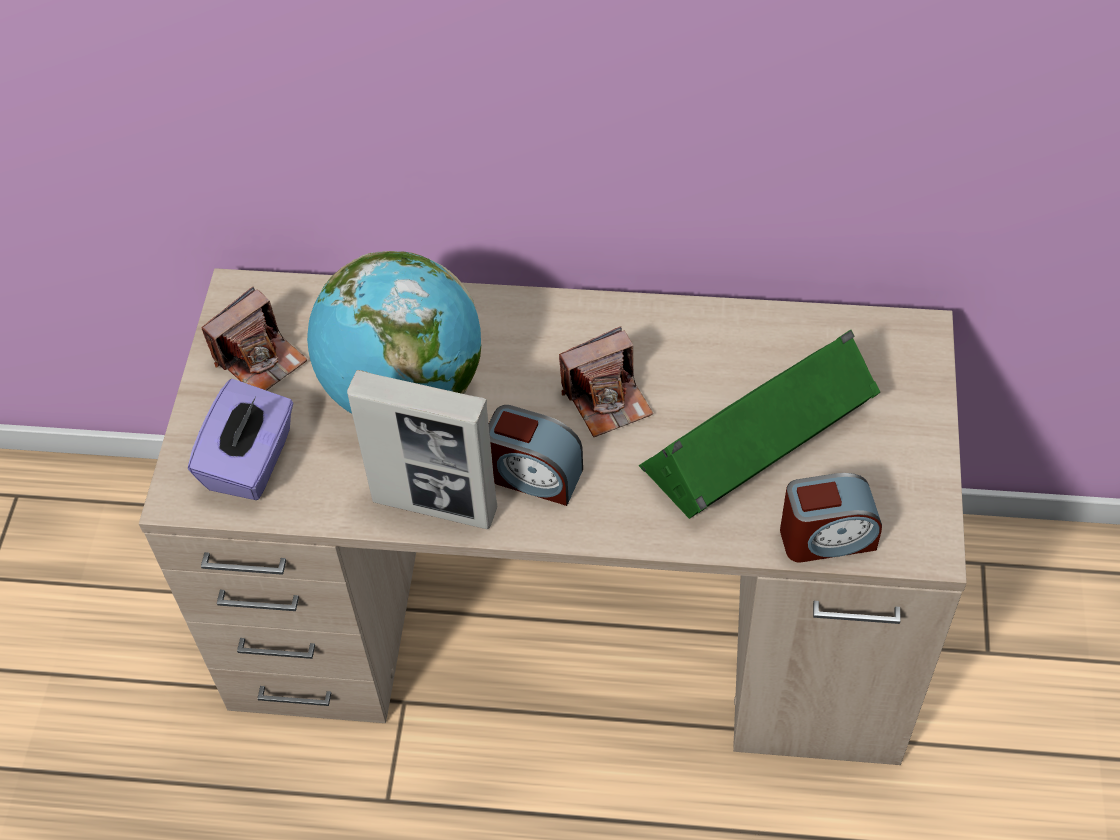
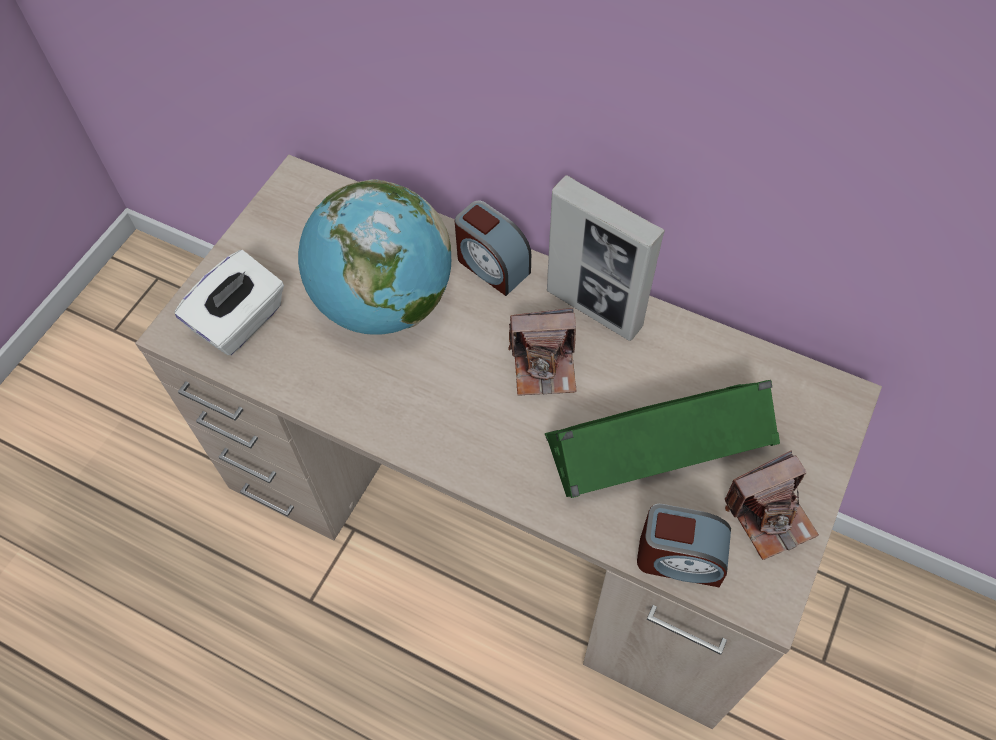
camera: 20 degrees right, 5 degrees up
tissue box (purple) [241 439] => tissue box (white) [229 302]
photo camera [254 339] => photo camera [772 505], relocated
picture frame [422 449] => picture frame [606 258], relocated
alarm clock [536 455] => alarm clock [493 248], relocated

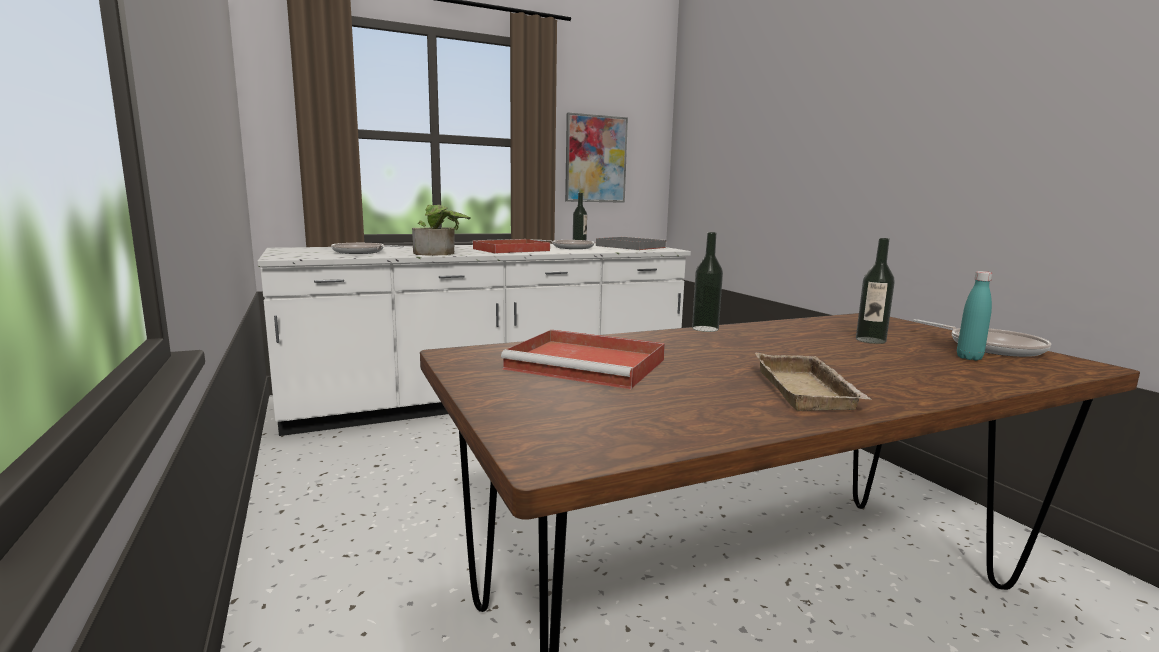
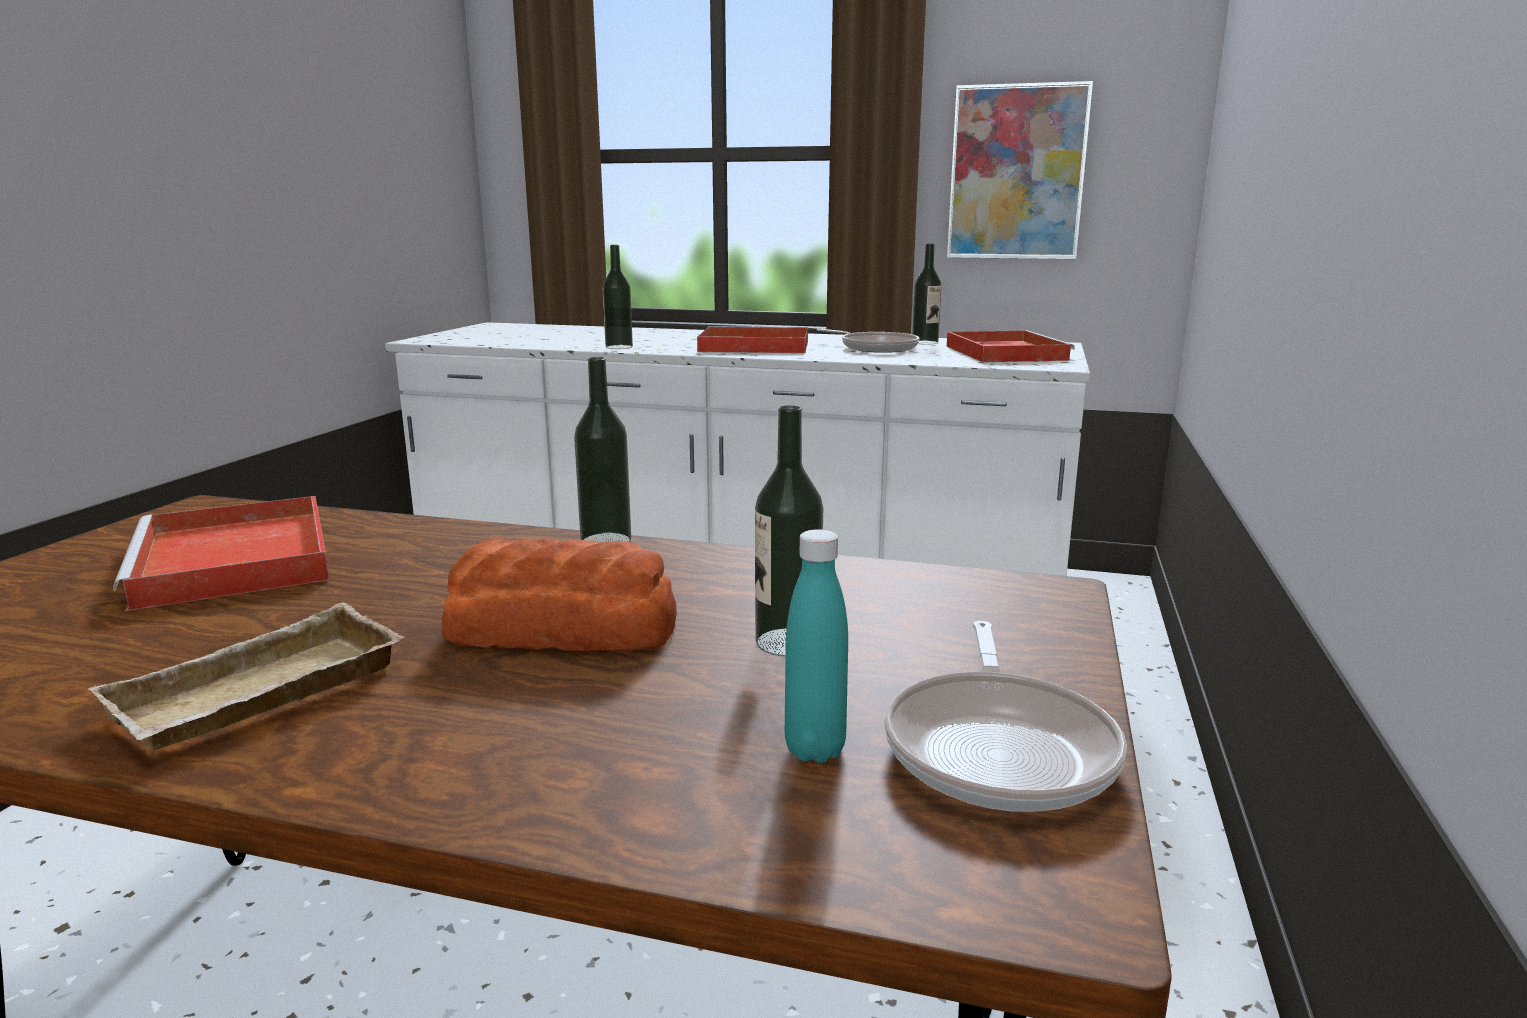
camera: 40 degrees right, 5 degrees up
frying pan [367 248] => nothing
potted plant [441 230] => bottle [618 297]
tray (grey) [631 243] => tray (red) [1011 346]
nothing => bread [559 594]

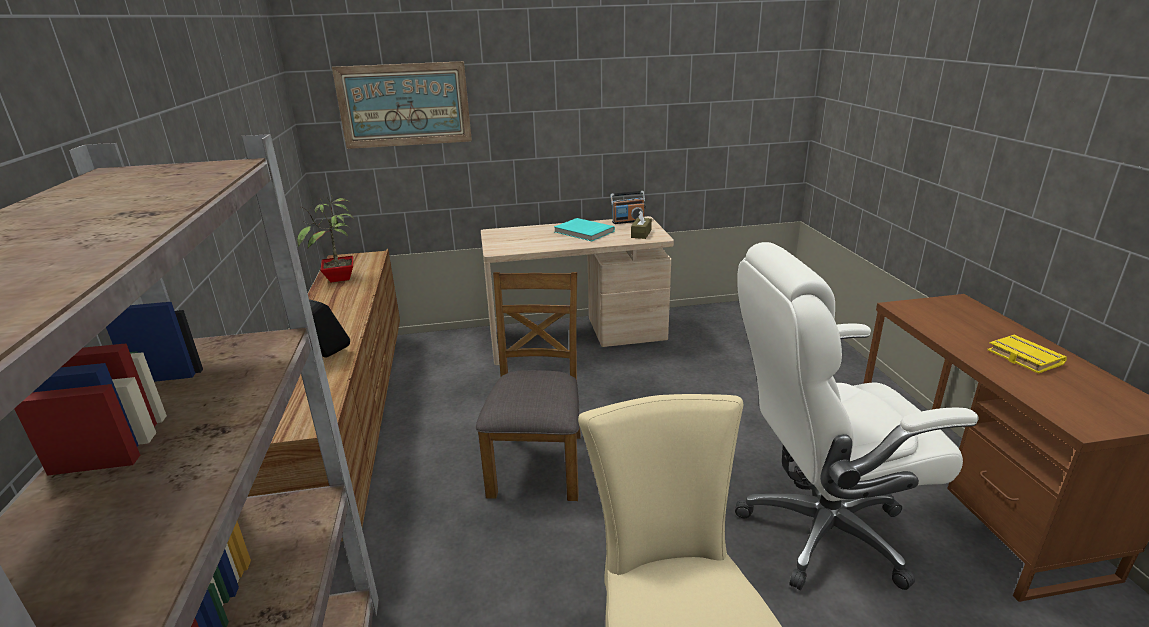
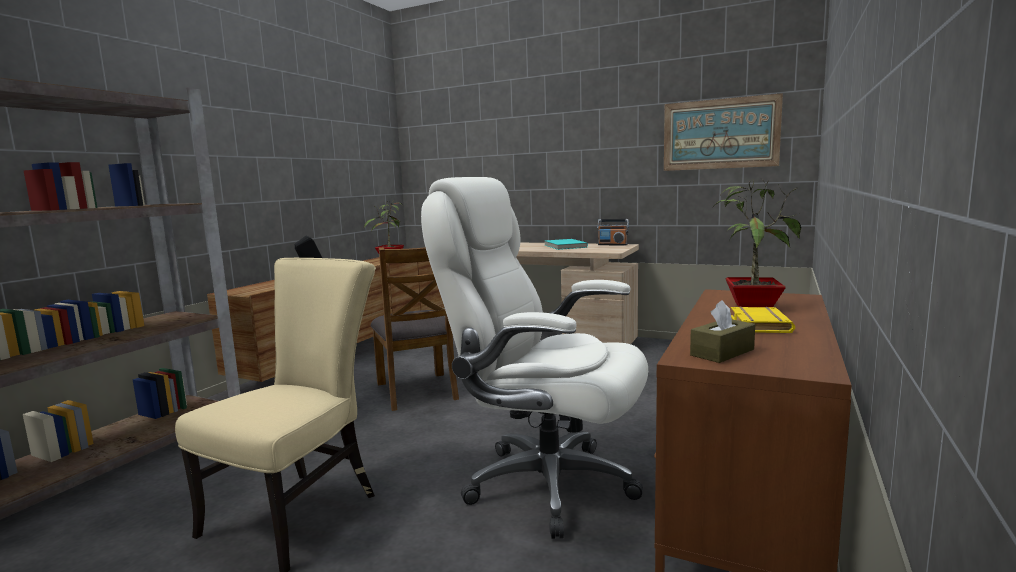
camera: 35 degrees right, 15 degrees down
picture [402 105] => picture [723 132], relocated
chair (brown) [528 386] => chair (brown) [415 329], 120 degrees clockwise
tissue box (brown) [641 224] => tissue box (brown) [722 331], relocated
nothing => potted plant [757 243]

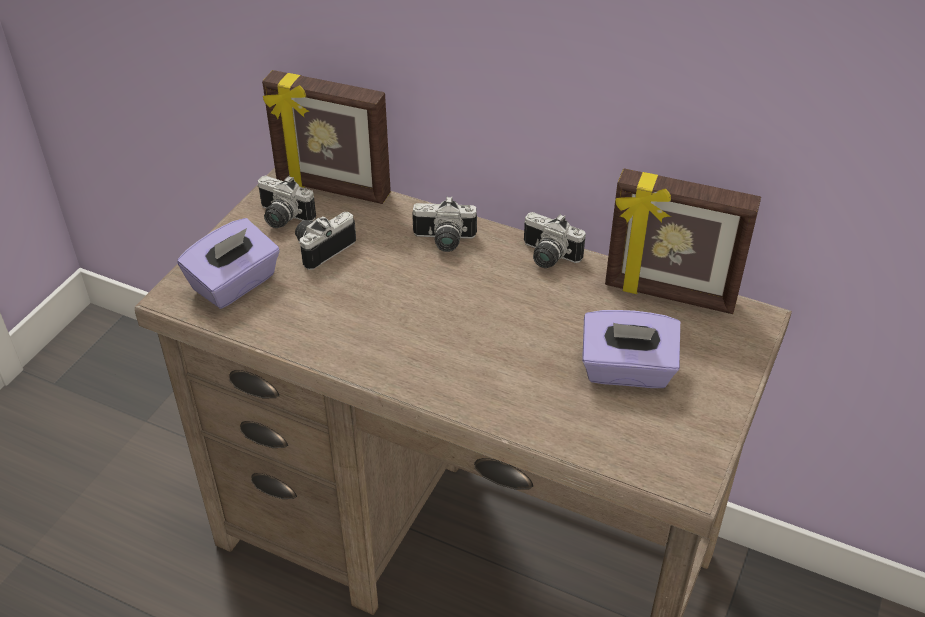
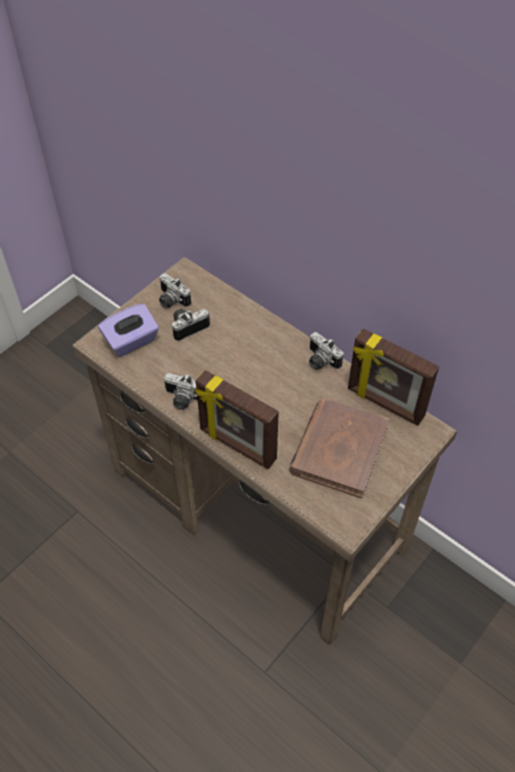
camera: 15 degrees right, 10 degrees up
picture frame [326 137] => picture frame [237 419], relocated
photo camera [444 224] => photo camera [180 391], relocated
tissue box (purple) [631 349] => book (brown) [339 448]

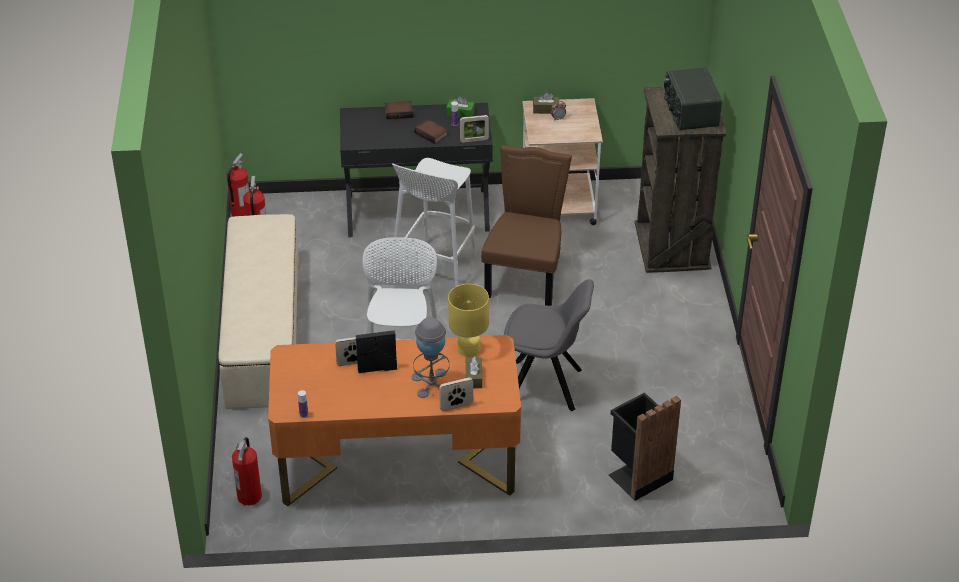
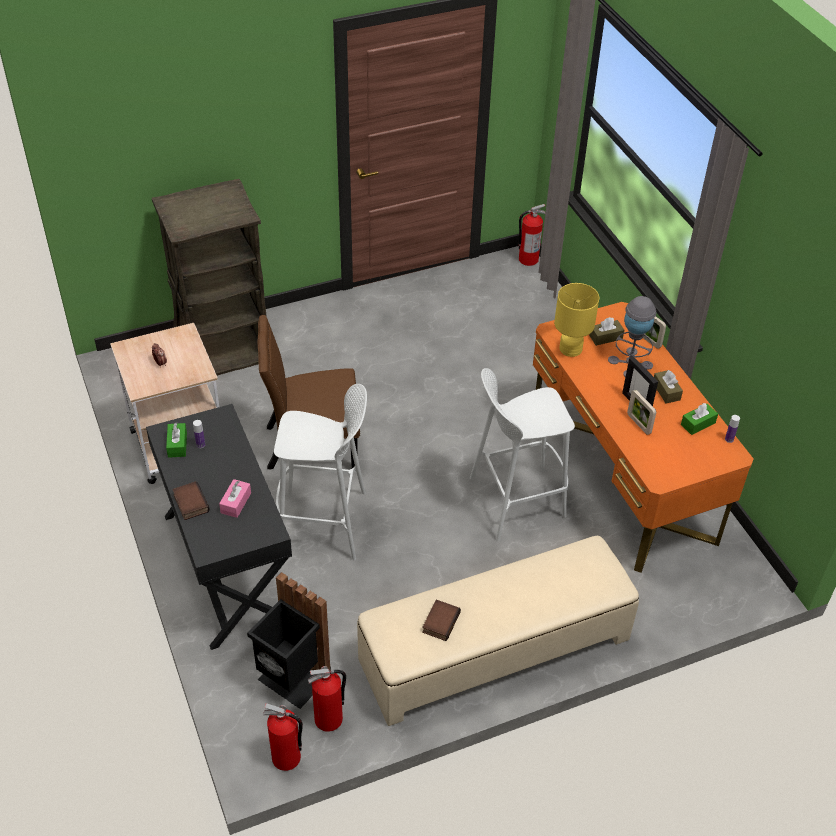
camera: 110 degrees left, 5 degrees up
fire extinguisher [247 471] => fire extinguisher [532 235], relocated
book [431 131] => book [441 620], relocated
picture frame [474 128] => nothing
chair (grey) [549 345] => nothing
tissue box (brown) [546 103] => tissue box (brown) [668 386], relocated
trash can (black) [645 446] => trash can (black) [289 640], relocated
radio [693 98] => nothing
nothing => tissue box (pink) [235 498]
nothing => tissue box (green) [699 419]

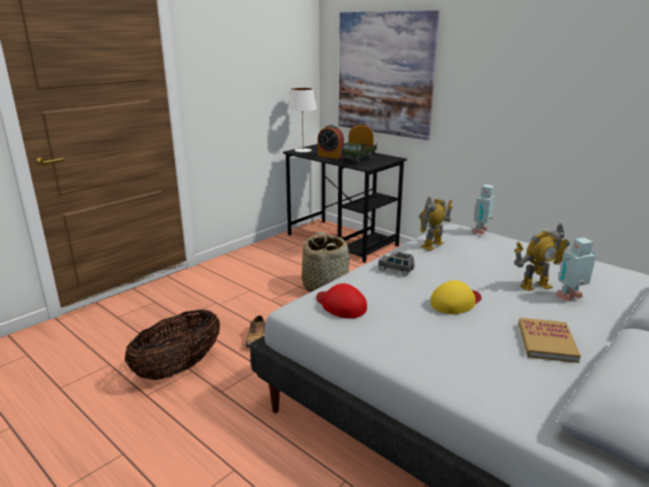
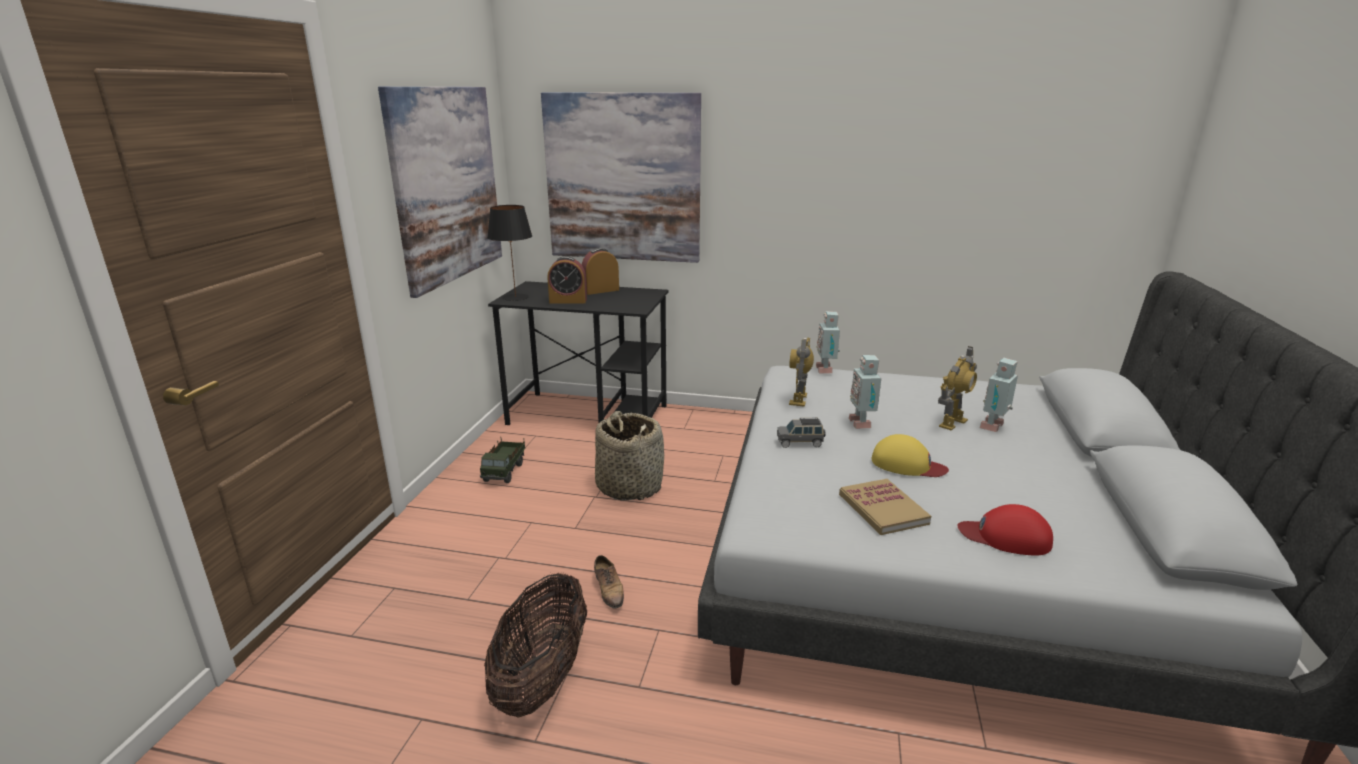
camera: 30 degrees left, 0 degrees up
table lamp (white) [302 120] => table lamp (black) [509 253]
cap (red) [341 301] => cap (red) [1005 529], relocated
toy truck [359 153] => toy truck [502 460], relocated
cap (yellow) [456 297] => cap (yellow) [910 455], 90 degrees clockwise
book [549 340] => book [885 507], relocated
nothing => picture [440 192]
nothing => toy robot [865 392]

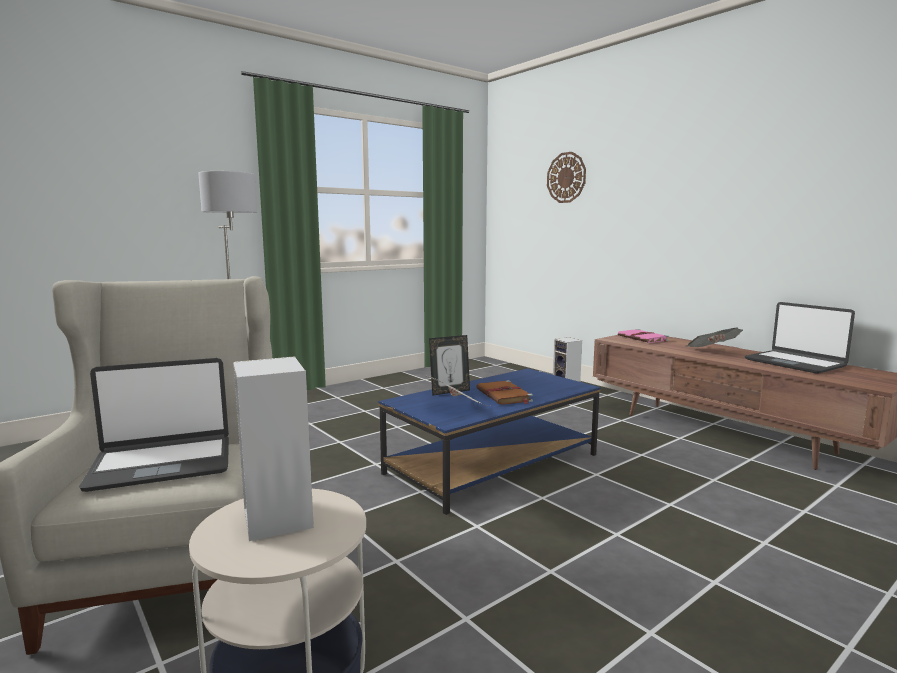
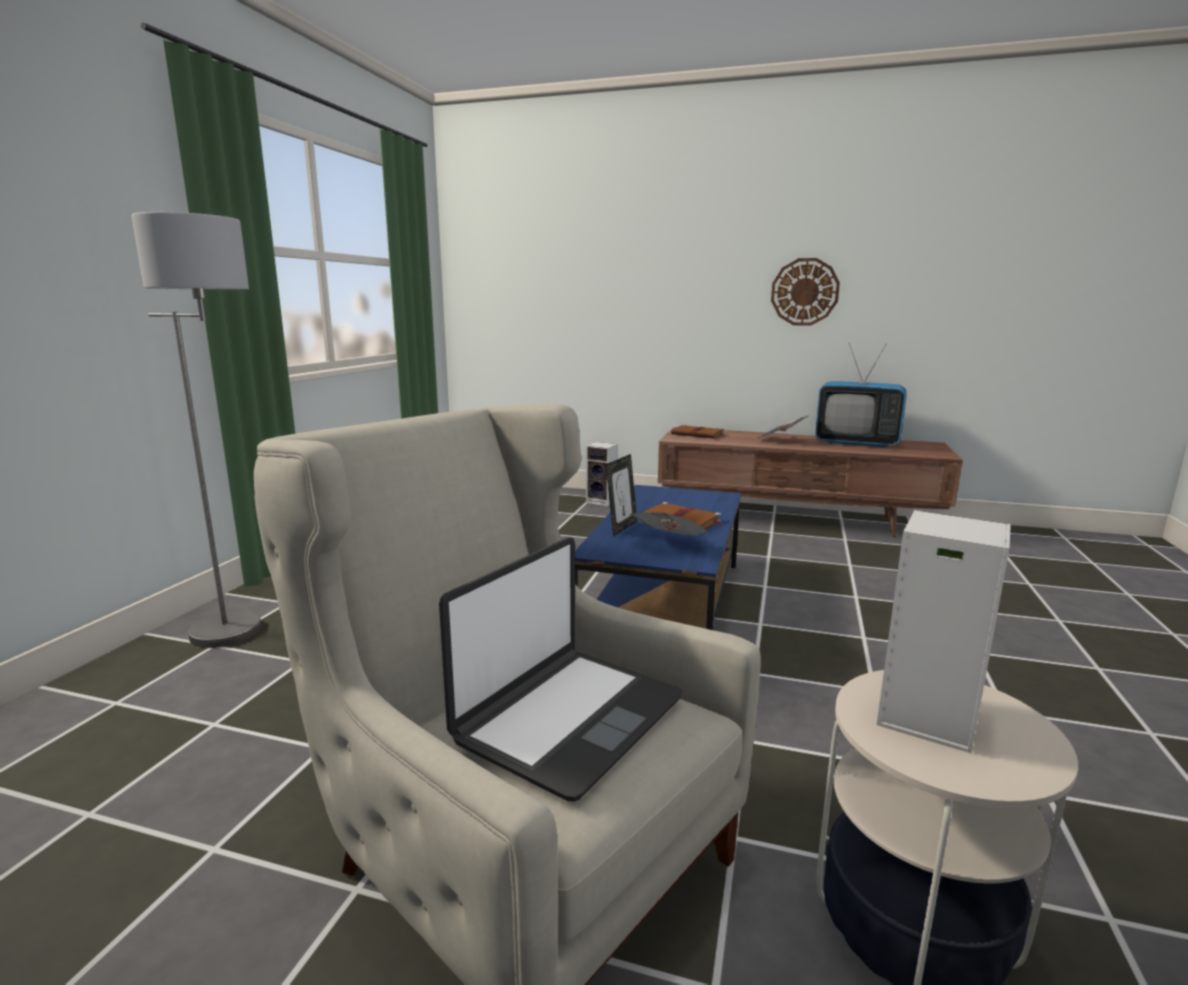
camera: 35 degrees left, 5 degrees up
wall clock [566 177] => wall clock [805 292], relocated
book (pink) [643 336] => book (brown) [698 432]
laptop [800 338] => television [861 395]

